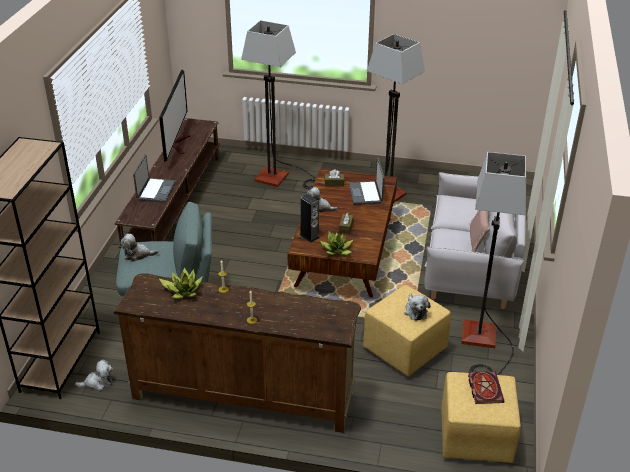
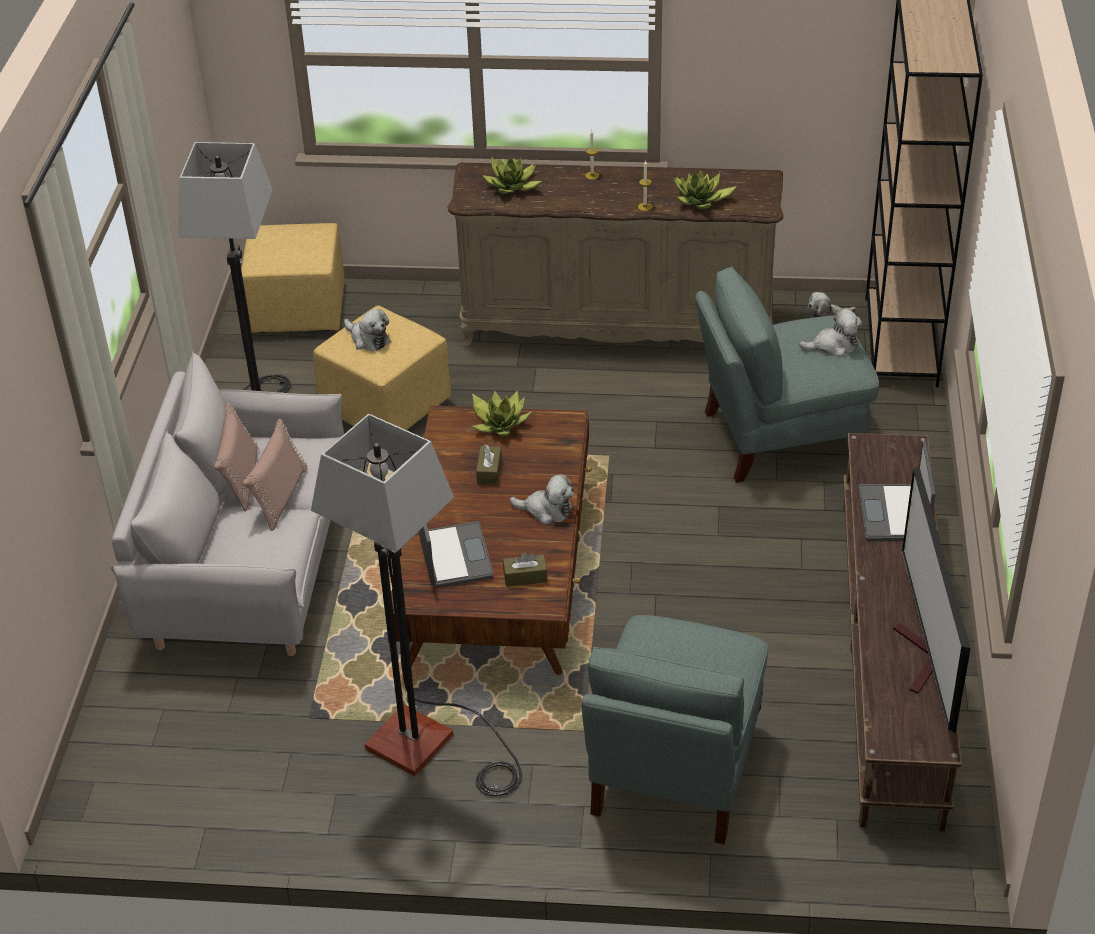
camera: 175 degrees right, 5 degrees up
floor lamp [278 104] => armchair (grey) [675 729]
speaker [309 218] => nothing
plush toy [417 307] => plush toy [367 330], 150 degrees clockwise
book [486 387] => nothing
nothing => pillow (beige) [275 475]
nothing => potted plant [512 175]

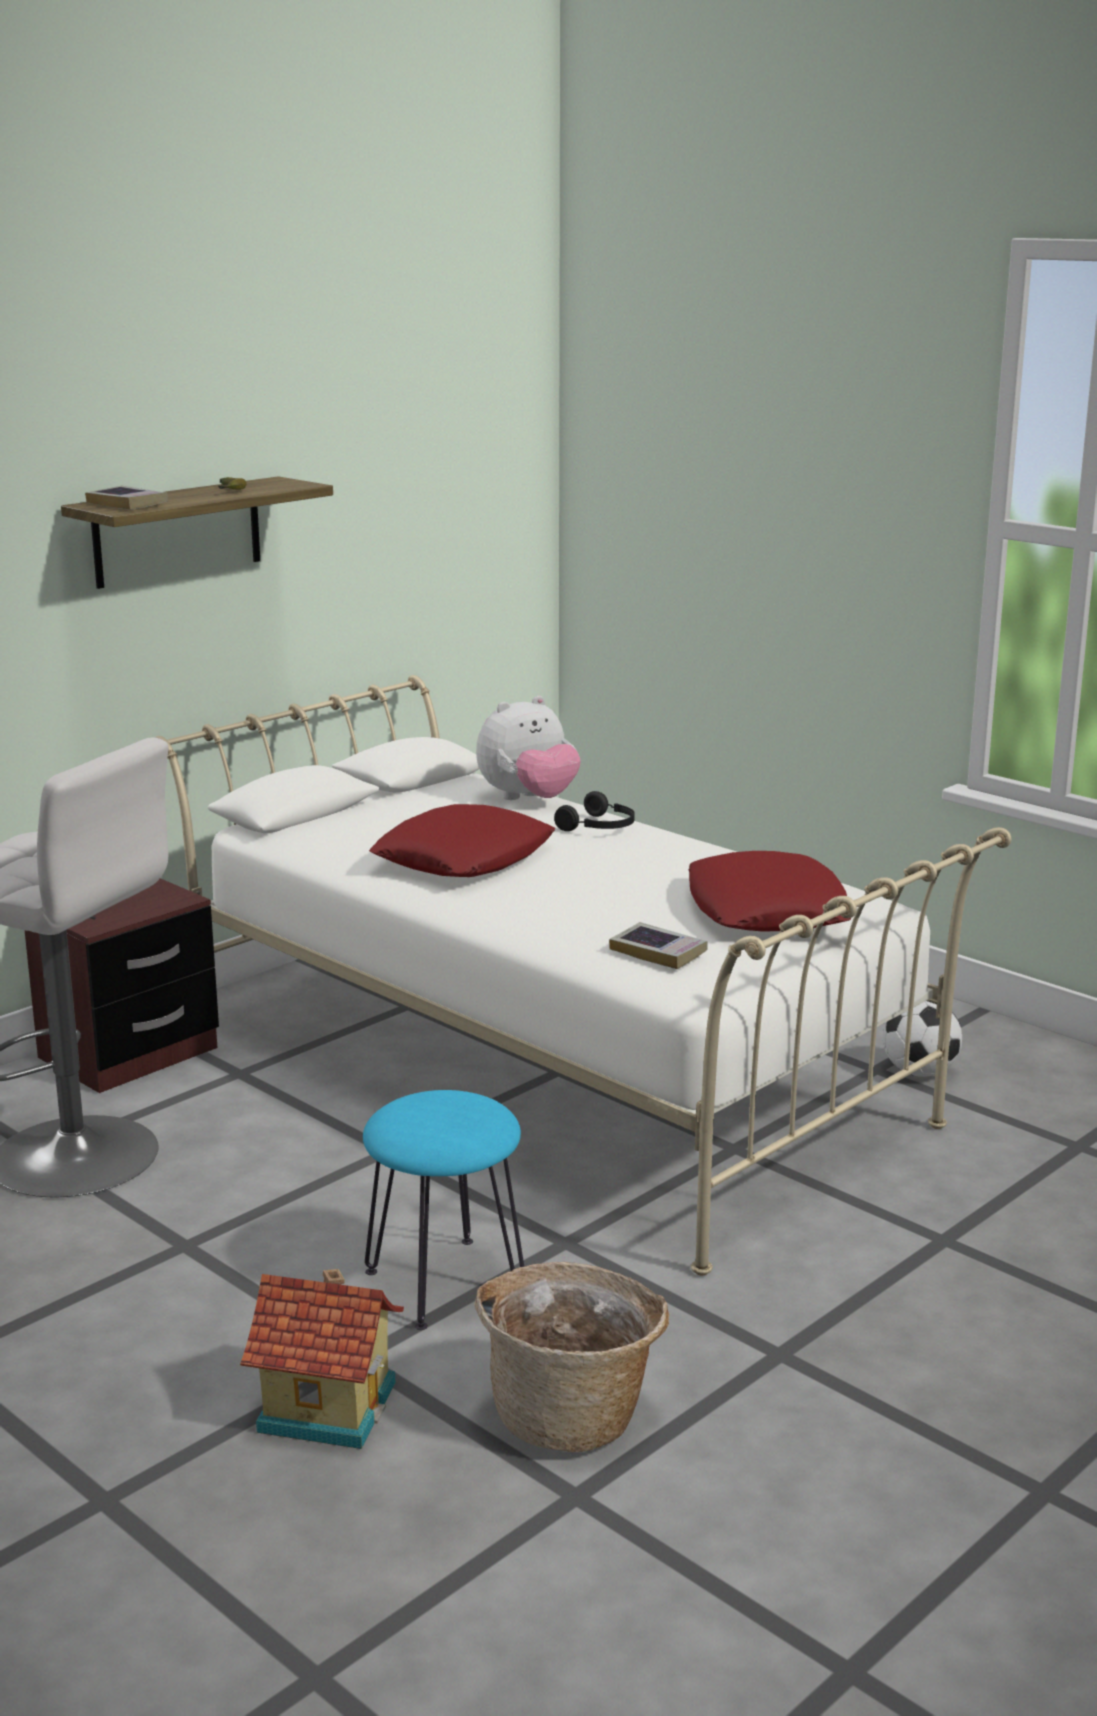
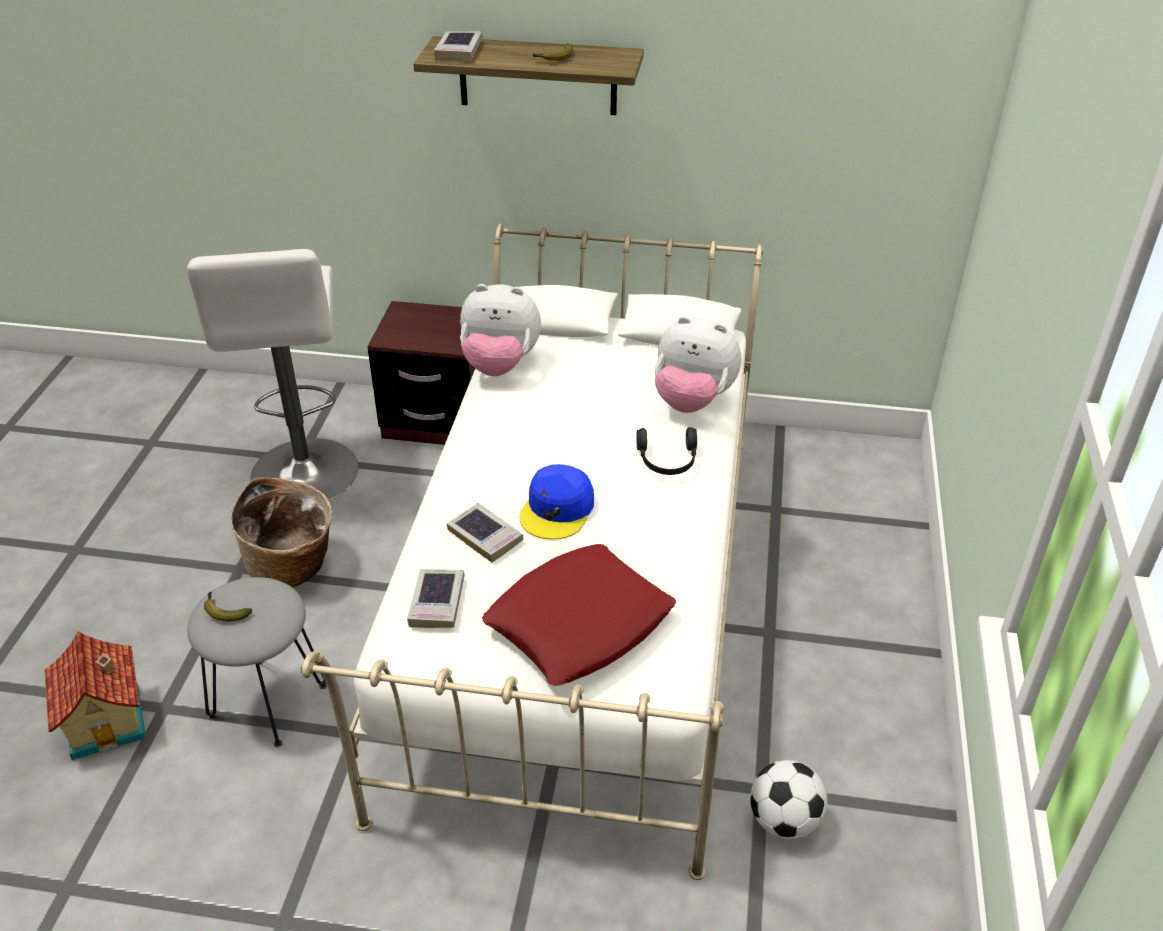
camera: 55 degrees right, 20 degrees up
stool (turquoise) [443 1210] => stool (grey) [257 662]
pillow (red) [462 840] => nothing
basket [571 1357] => basket [281 532], relocated
nothing => banana [228 607]
nothing => book [485 533]
nothing => plush toy [500 330]
nothing => cap (blue) [557 502]

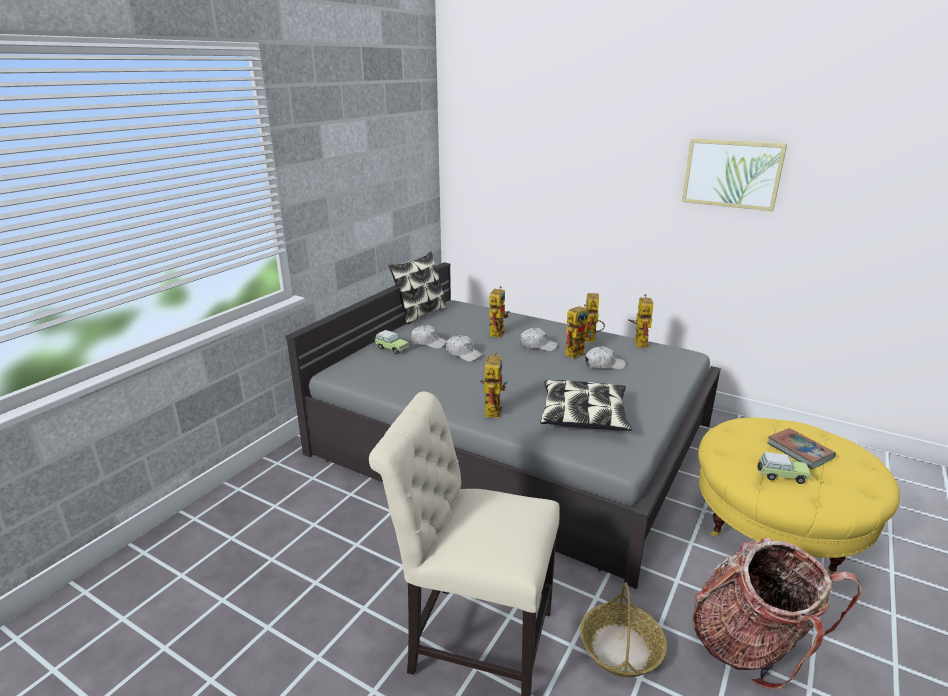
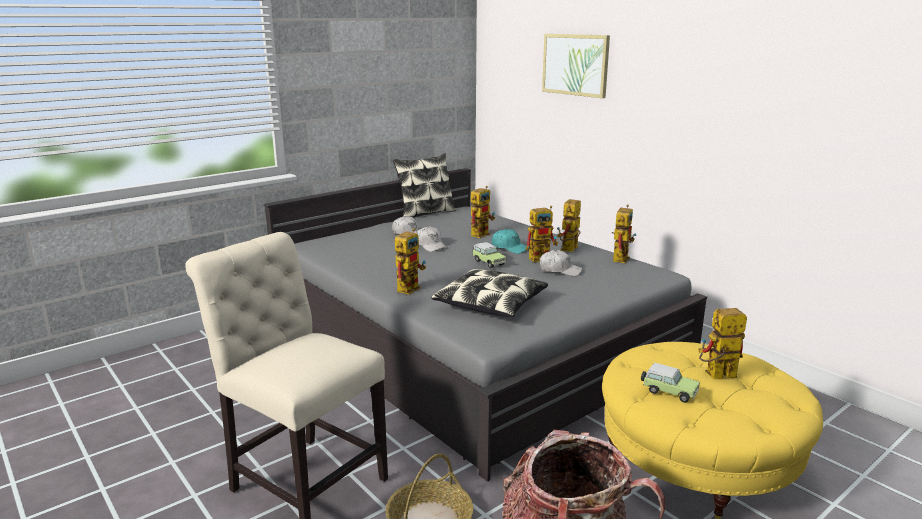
camera: 20 degrees right, 5 degrees down
toy car [391 342] => toy car [489 255], relocated
cap (white) [539 339] => cap (turquoise) [510 241]
picture [734 174] => picture [576 66], relocated
book [801 448] => toy robot [723 343]

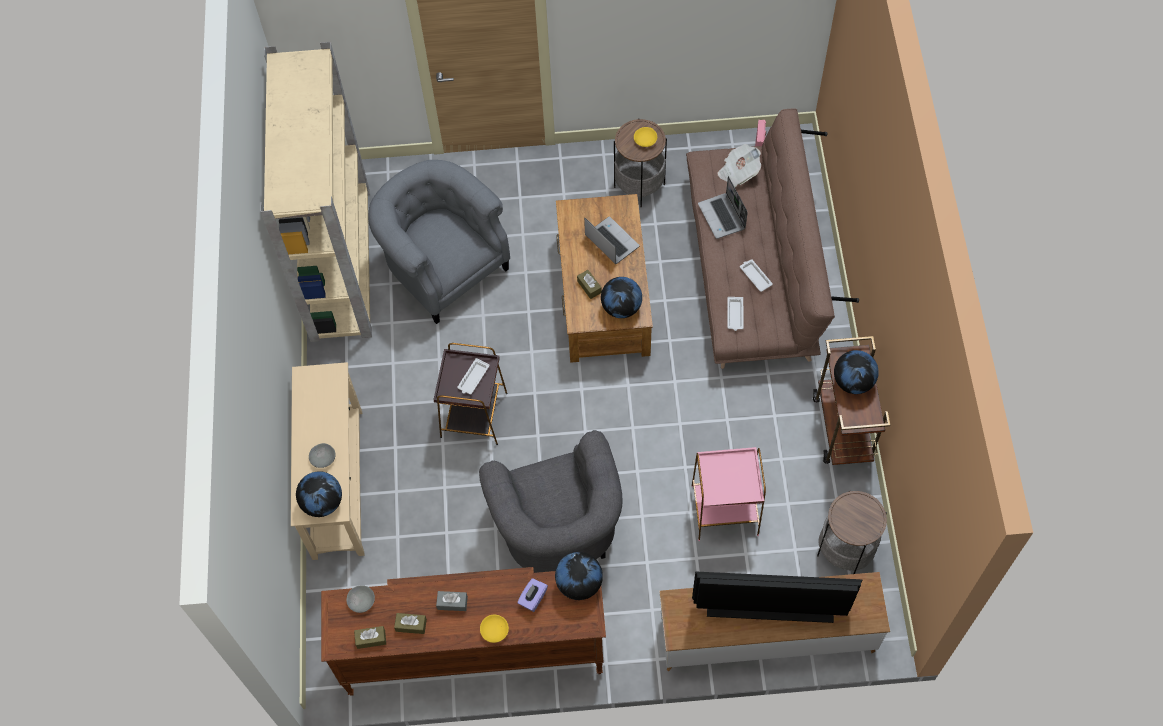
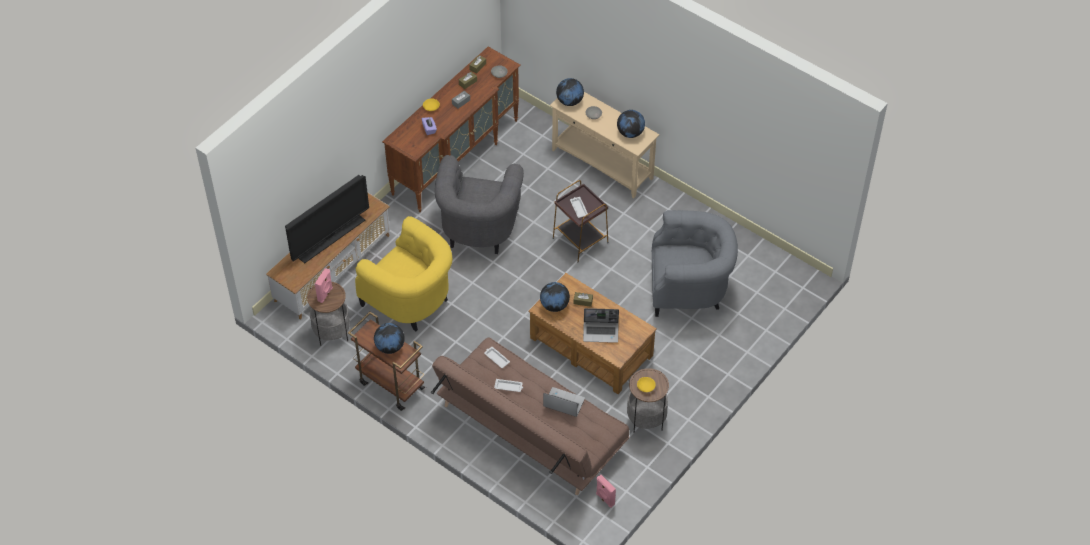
camera: 130 degrees right, 10 degrees down
bookcase (beige) [316 192] => nothing
armchair (grey) [550 501] => armchair (grey) [479 204], 105 degrees counterclockwise
globe [579 576] => globe [631 124], relocated
side table (pink) [729 494] => armchair (yellow) [403 273]
newspaper [739 165] => nothing
nothing => speaker (pink) [324 285]

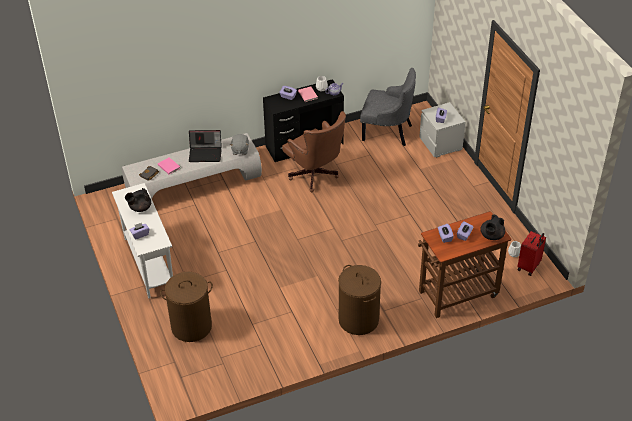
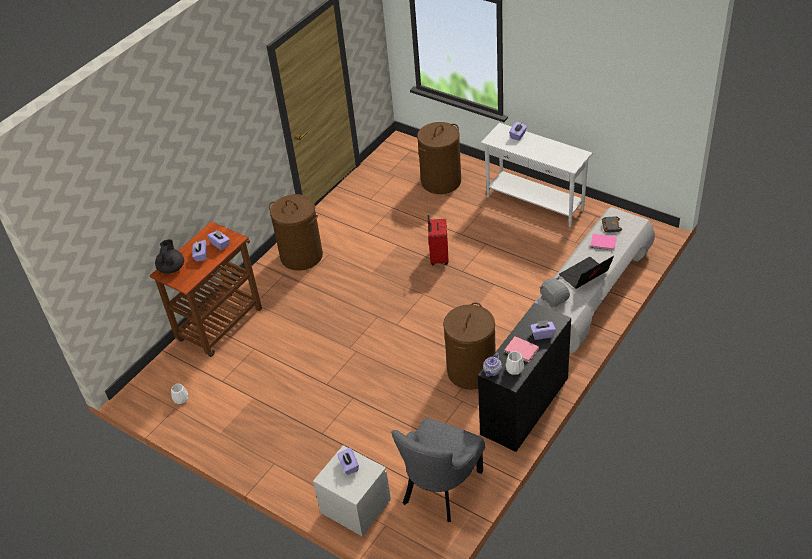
camera: 150 degrees right, 0 degrees up
teapot (black) [138 200] => nothing
office chair (brown) [314 151] => laundry basket (brown) [469 346]
armchair (grey) [388 107] => armchair (grey) [438 470], 45 degrees counterclockwise
suitcase (red) [531 253] => suitcase (red) [438 240], relocated

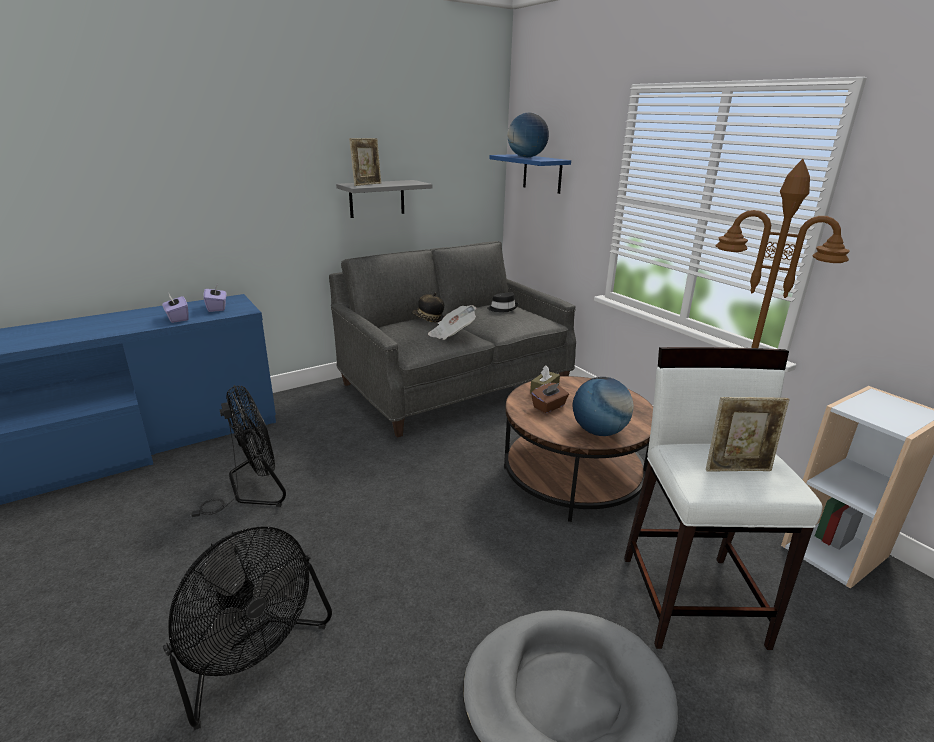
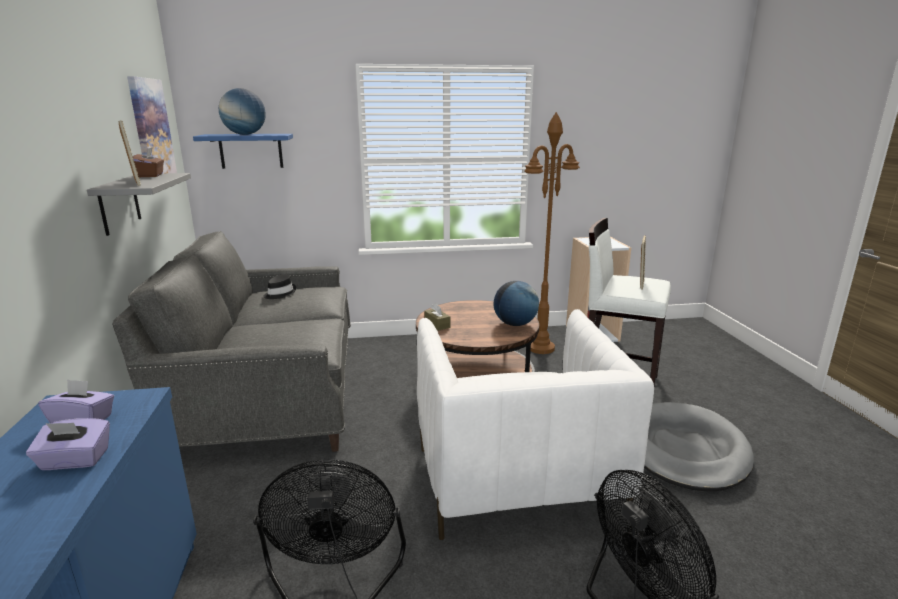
camera: 65 degrees left, 5 degrees down
hat [428 307] => nothing
newspaper [452 322] => nothing
tissue box (brown) [550 398] => tissue box (brown) [148 162], relocated
nothing => picture [152 124]
nothing => armchair (white) [535 424]

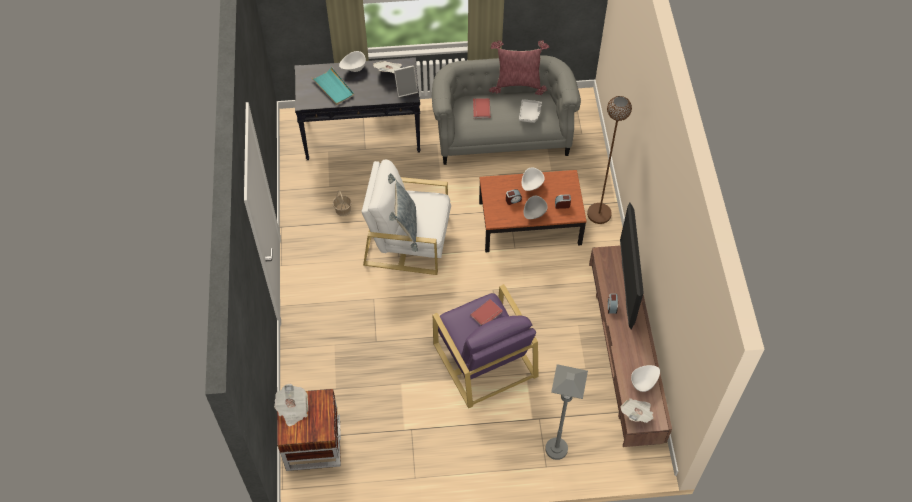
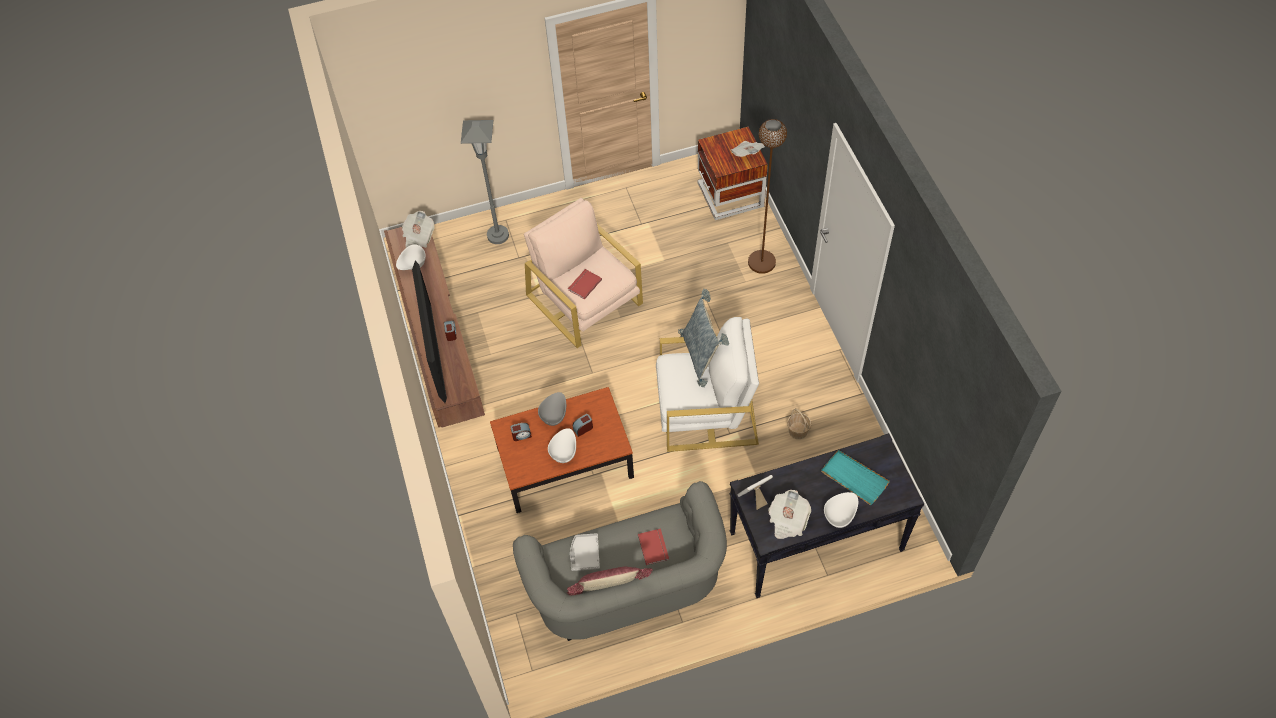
camera: 170 degrees right, 0 degrees up
armchair (purple) [486 346] => armchair (beige) [583 273]
floor lamp (brown) [609 160] => floor lamp (brown) [767 196], relocated

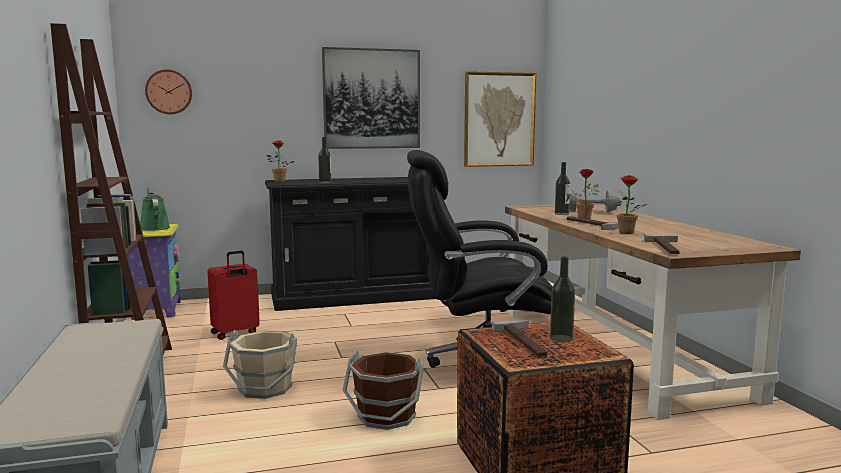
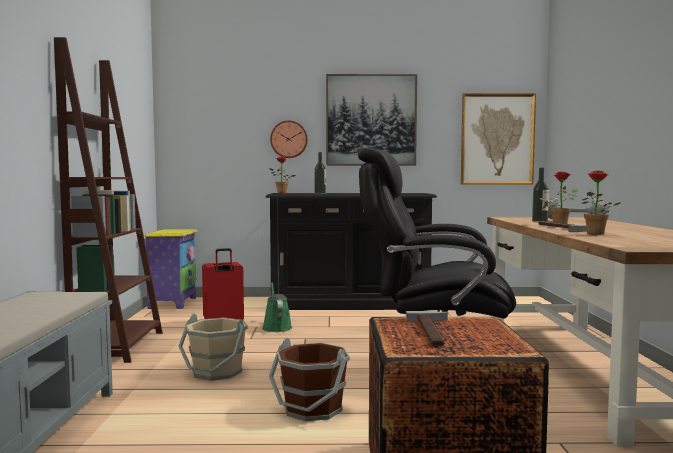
camera: 15 degrees right, 5 degrees down
watering can (green) [155 209] => watering can (green) [277 307], relocated
wall clock [168 91] => wall clock [289 139], relocated
bottle [562 299] => nothing
hammer [662 244] => nothing

